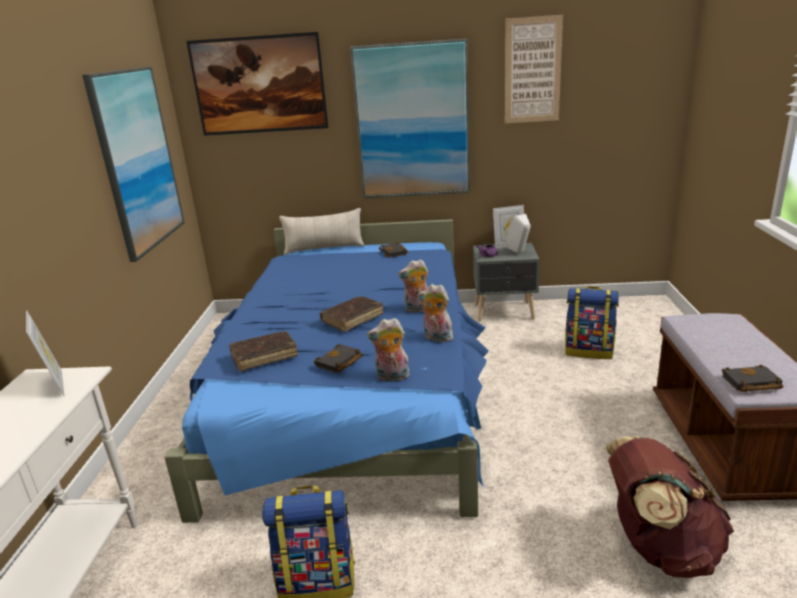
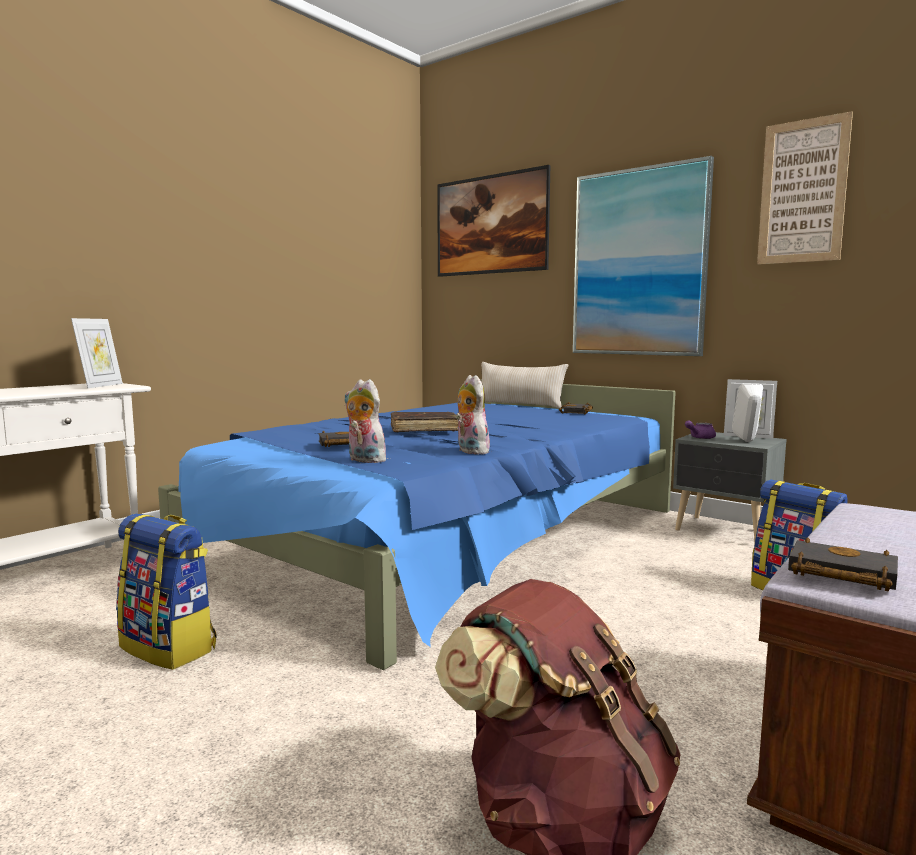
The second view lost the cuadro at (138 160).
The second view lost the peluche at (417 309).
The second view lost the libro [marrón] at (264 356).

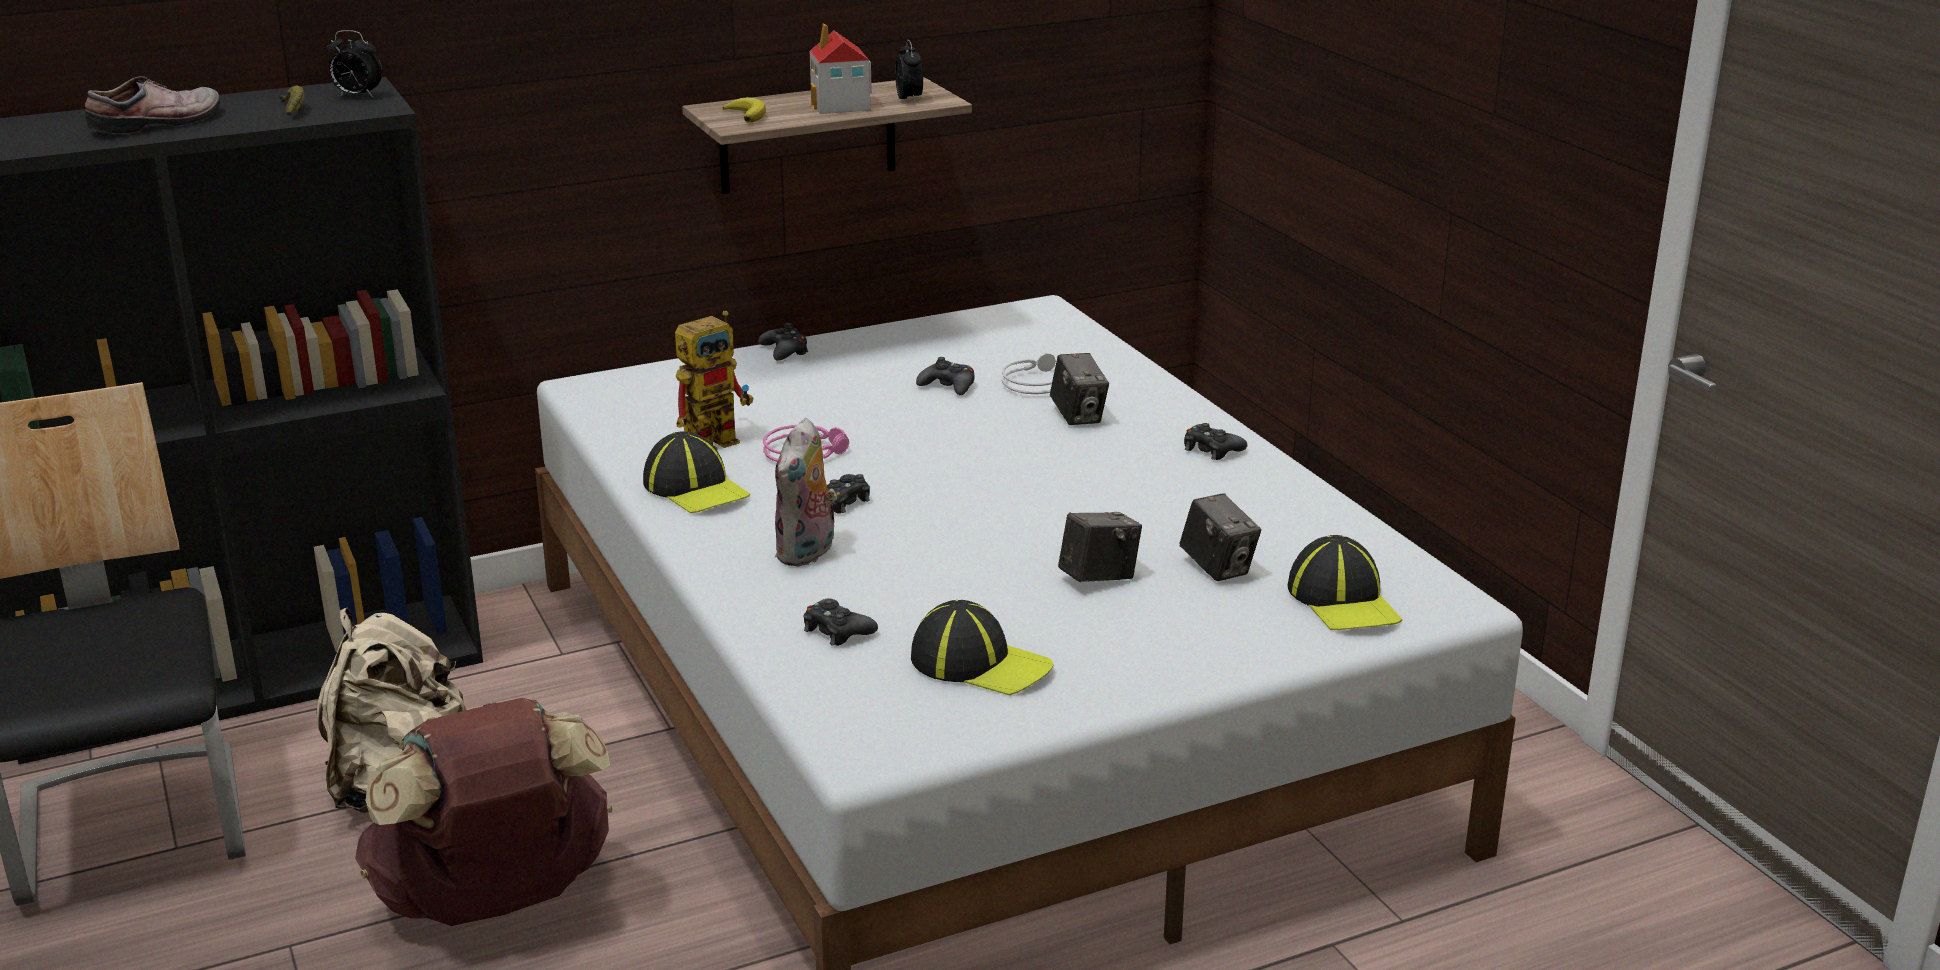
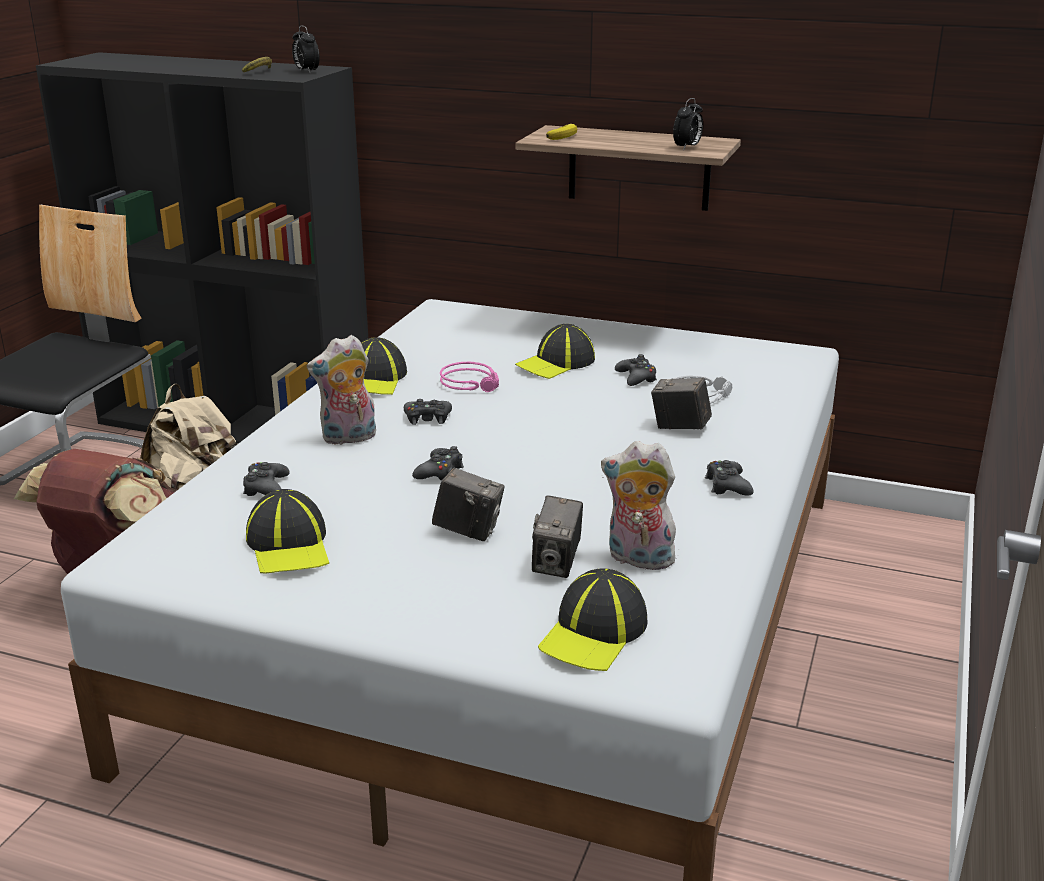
The second view lost the casita at (840 105).
The second view lost the zapato at (160 123).
The second view lost the robot de juguete at (718 438).
The mando de consola [negro] ended up elsewhere, having gone from (784 351) to (440 472).
The cámara at (1078 416) ended up facing another way, 90 degrees clockwise from before.
The second view gained the gorra at (556 363).
The second view gained the peluche at (637 559).

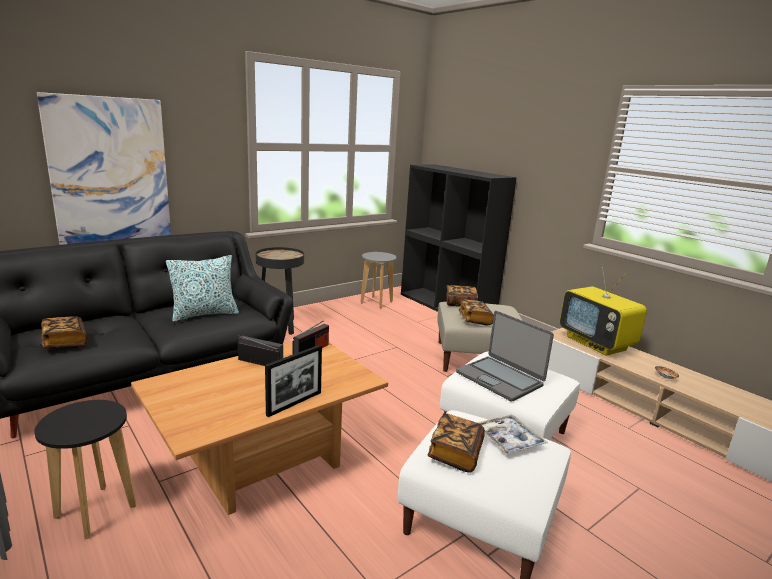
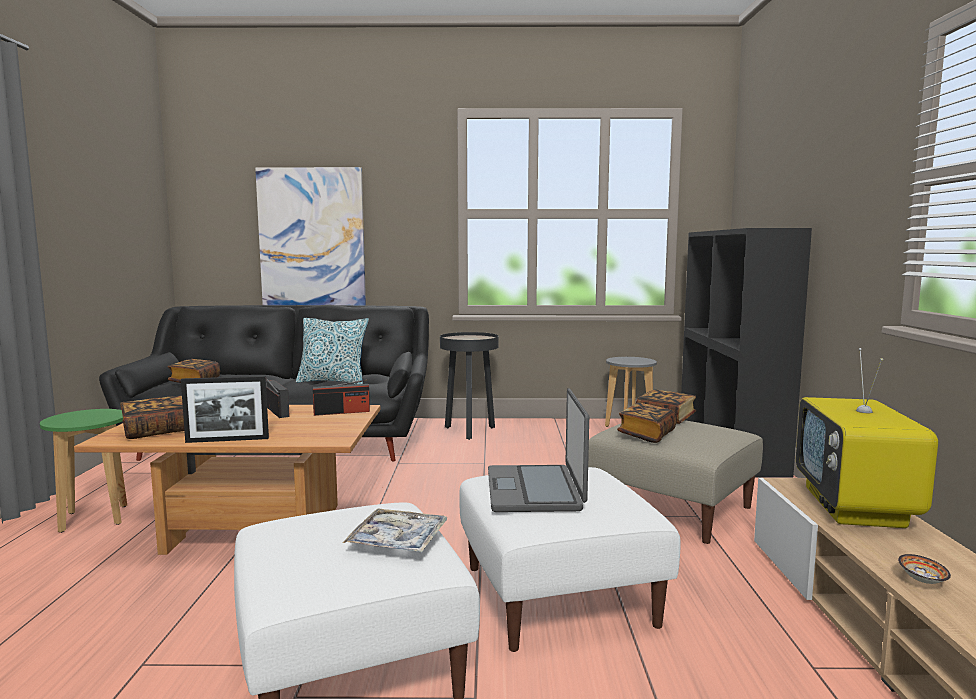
What was the taburete [negro] at (96 511) turned into the taburete [verde] at (94 518).
The libro ended up elsewhere, having gone from (455 453) to (156 431).

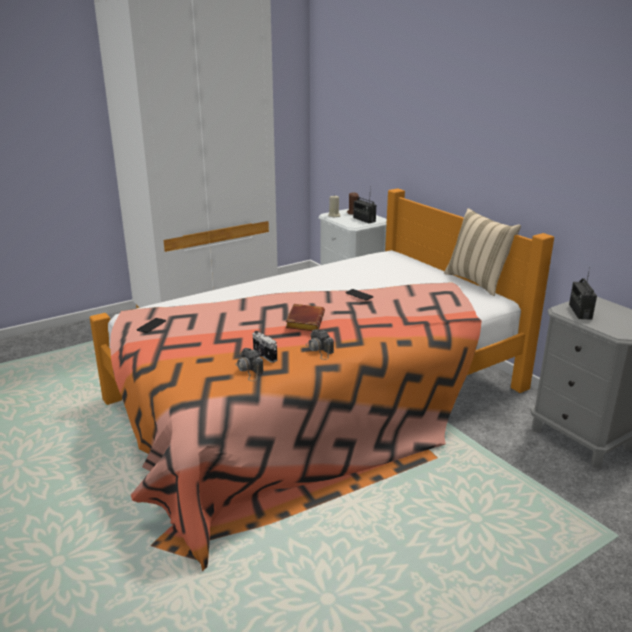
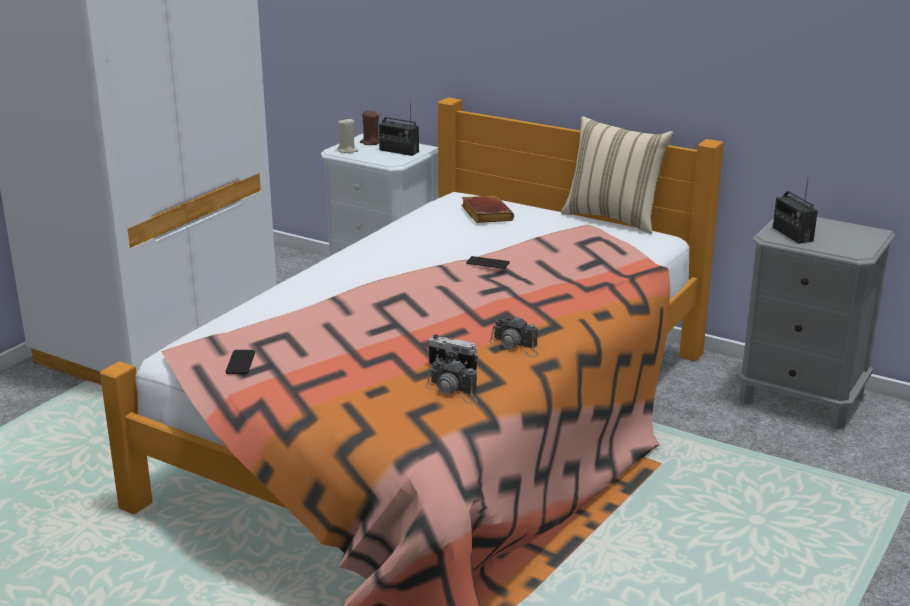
The libro [marrón] ended up elsewhere, having gone from (304 321) to (484 214).

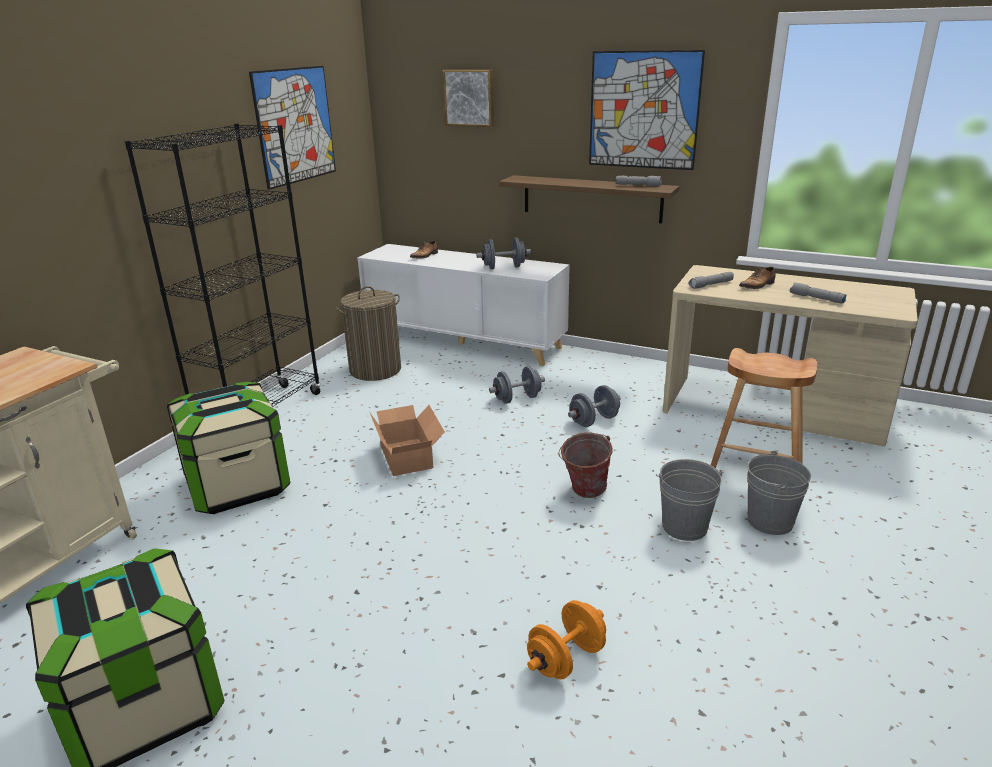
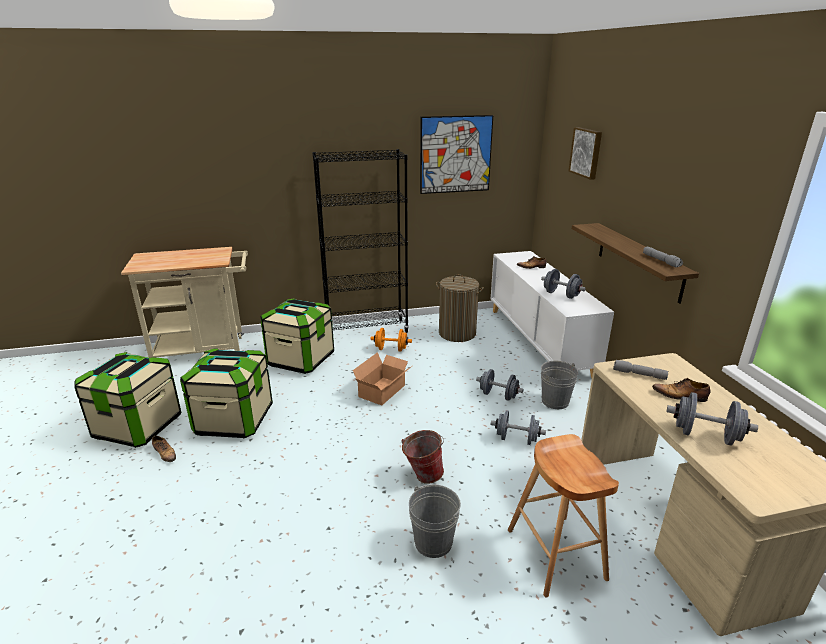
The second view lost the cuadro at (643 110).
Where the linterna [gris] stood at (816 298), the mancuerna [gris] came to stand at (705 435).
The cubo [gris] ended up elsewhere, having gone from (770 521) to (555 401).
The mancuerna [naranja] ended up elsewhere, having gone from (566 659) to (391 349).
The second view gained the caja de almacenaje at (234 420).
The second view gained the zapato at (165 453).

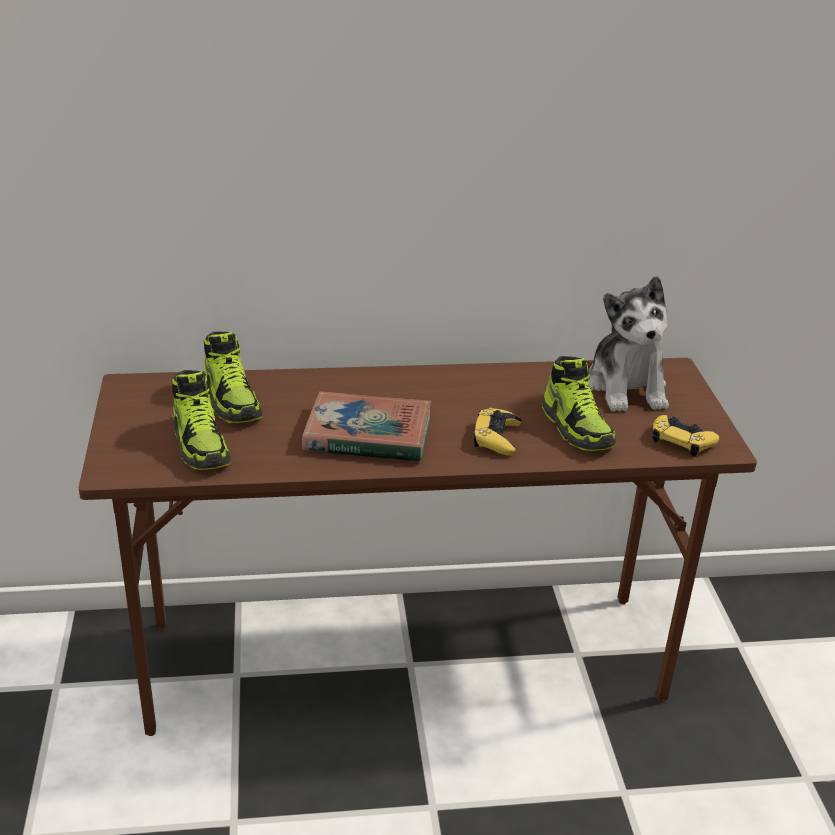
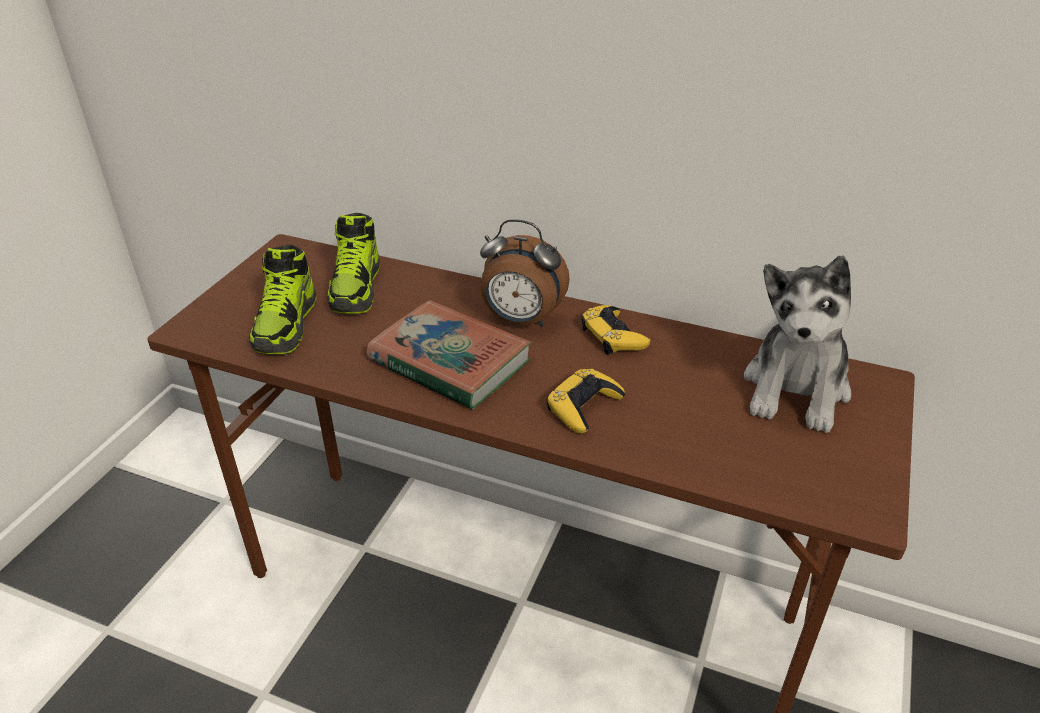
The second view lost the zapato at (576 427).
The mando de consola [amarillo] ended up elsewhere, having gone from (681 440) to (613 336).
The second view gained the despertador at (521 320).

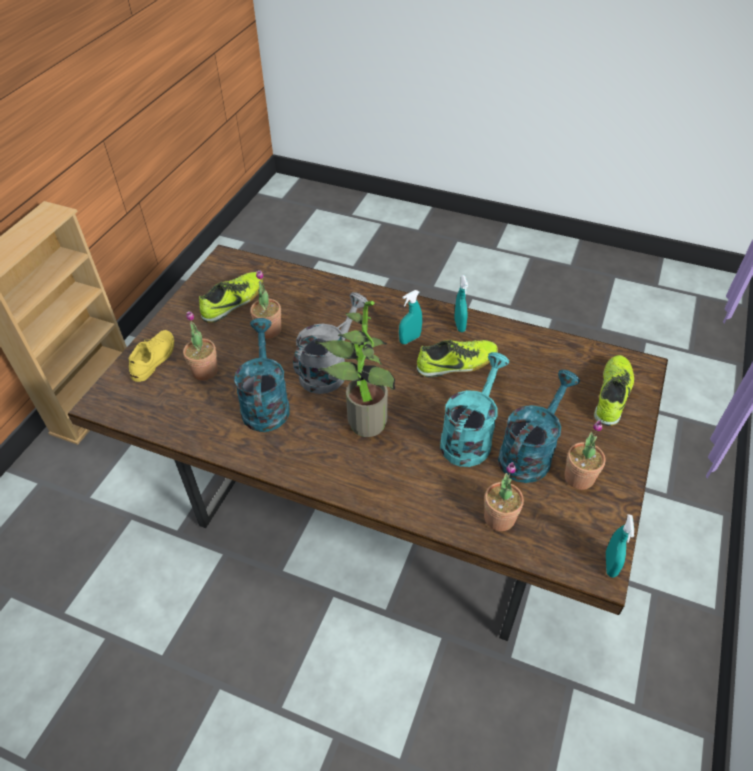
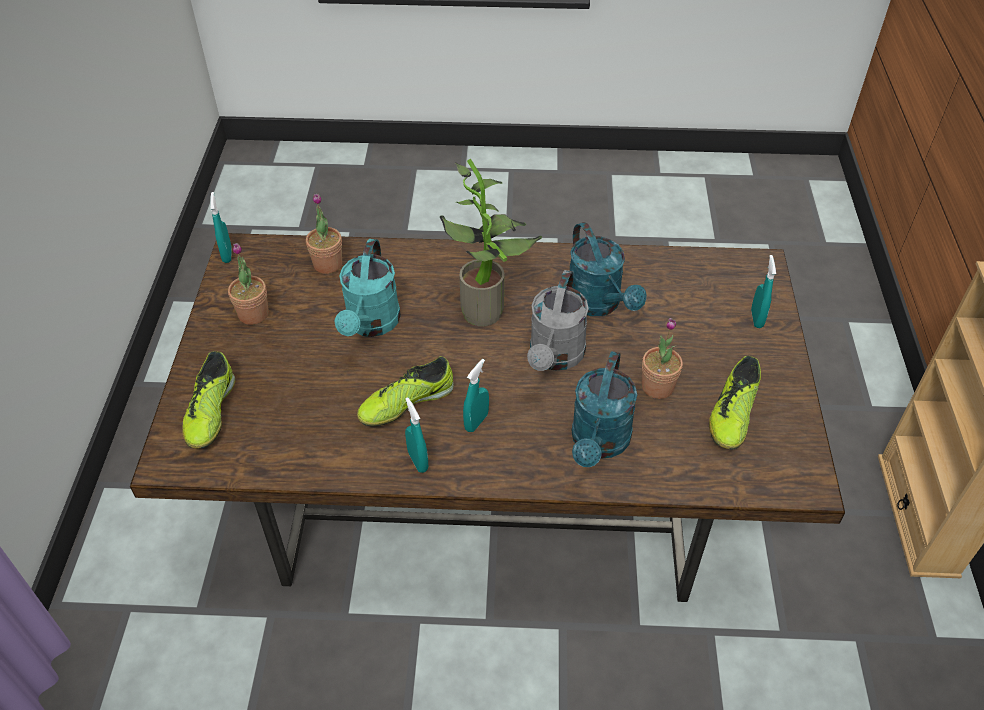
The second view lost the planta en maceta at (205 371).
Where the zapato [amarillo] stood at (154 358), the pulverizador [turquesa] came to stand at (756 319).
The regadera [turquesa] ended up elsewhere, having gone from (529 452) to (598 443).

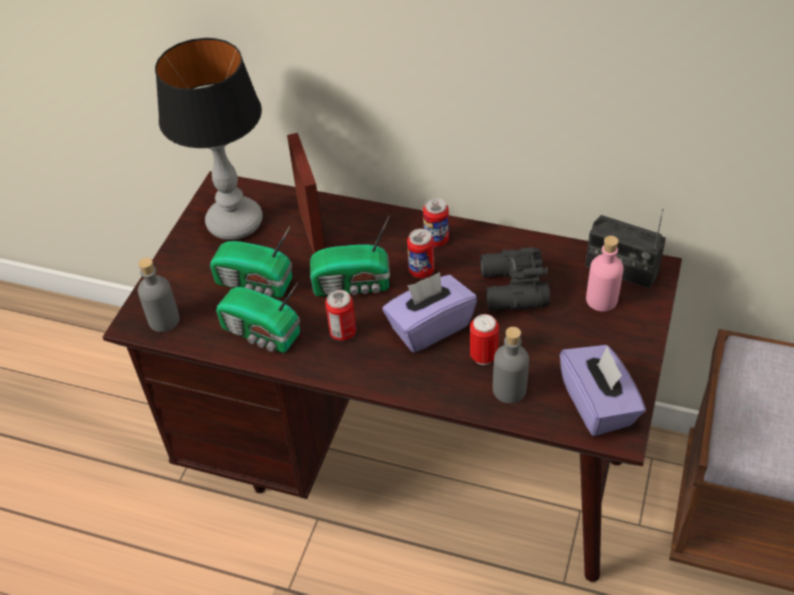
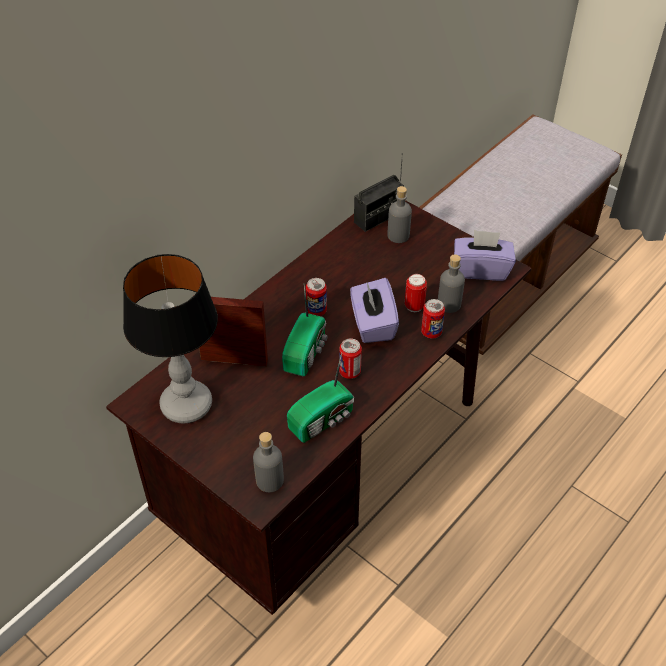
The lata ended up elsewhere, having gone from (436 240) to (431 332).
The second view lost the radio at (255 284).
What was the botella [rosa] at (601 300) turned into the botella [gris] at (398 235).
The second view lost the prismáticos [negro] at (512 289).

